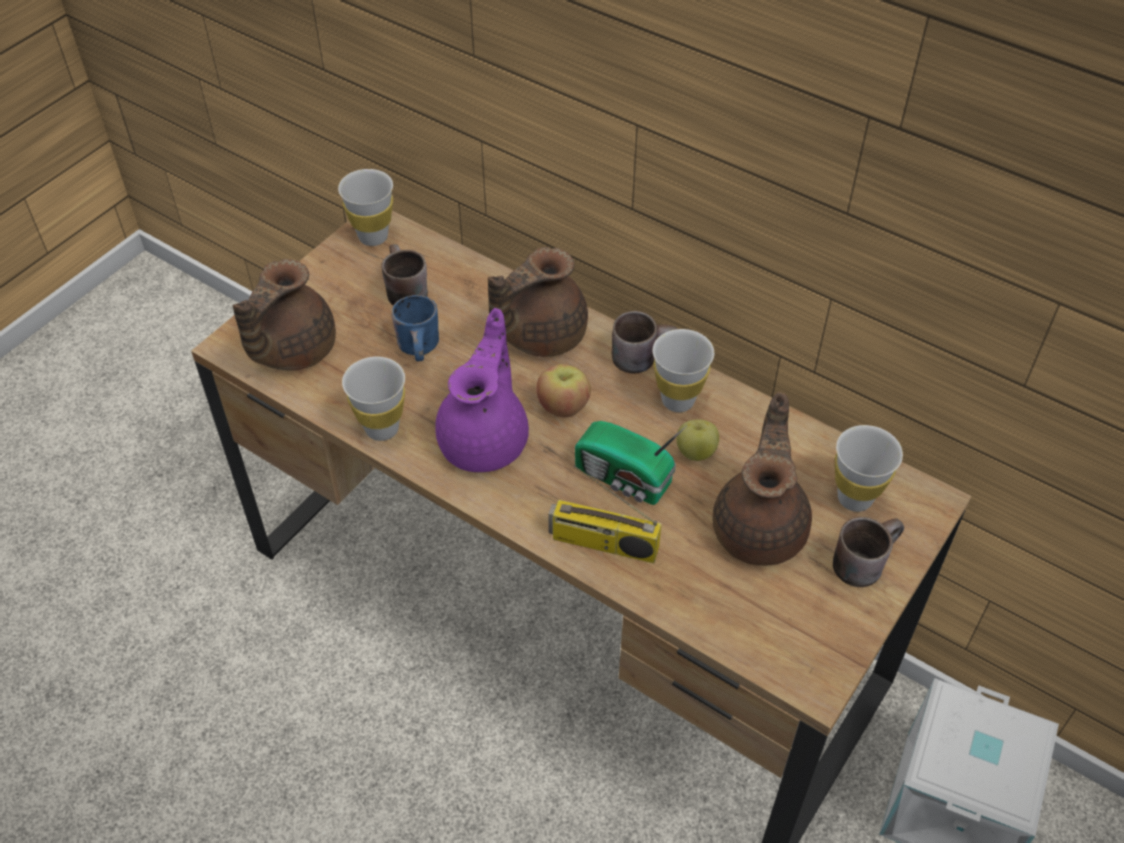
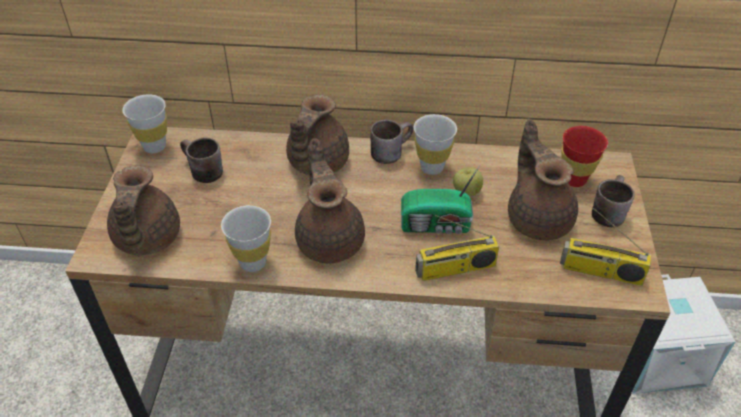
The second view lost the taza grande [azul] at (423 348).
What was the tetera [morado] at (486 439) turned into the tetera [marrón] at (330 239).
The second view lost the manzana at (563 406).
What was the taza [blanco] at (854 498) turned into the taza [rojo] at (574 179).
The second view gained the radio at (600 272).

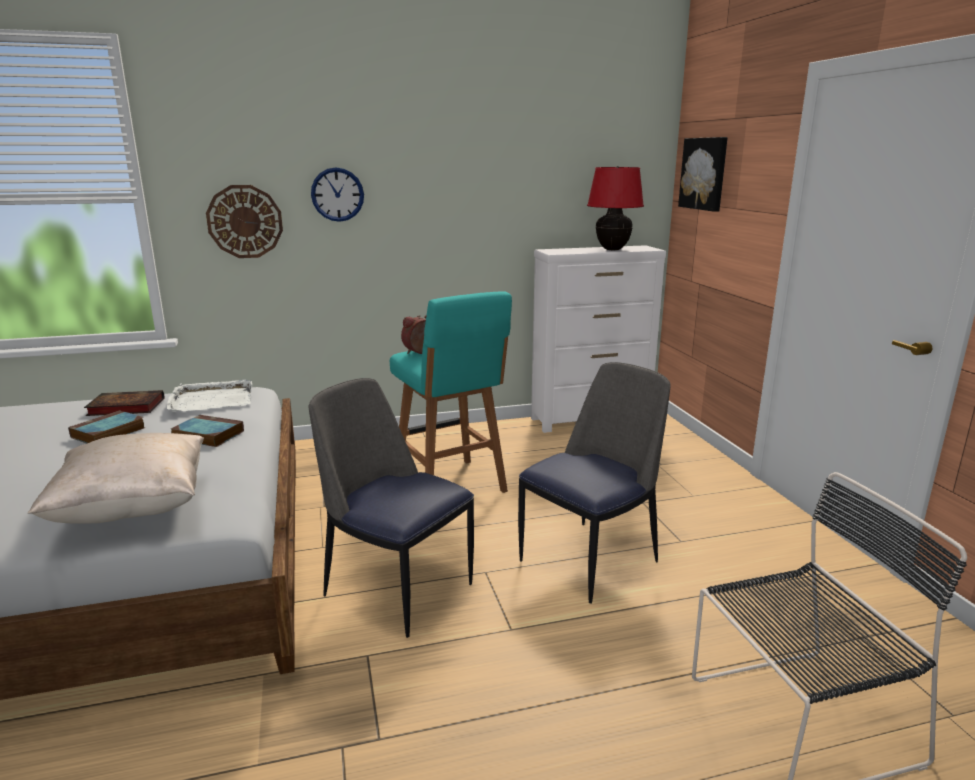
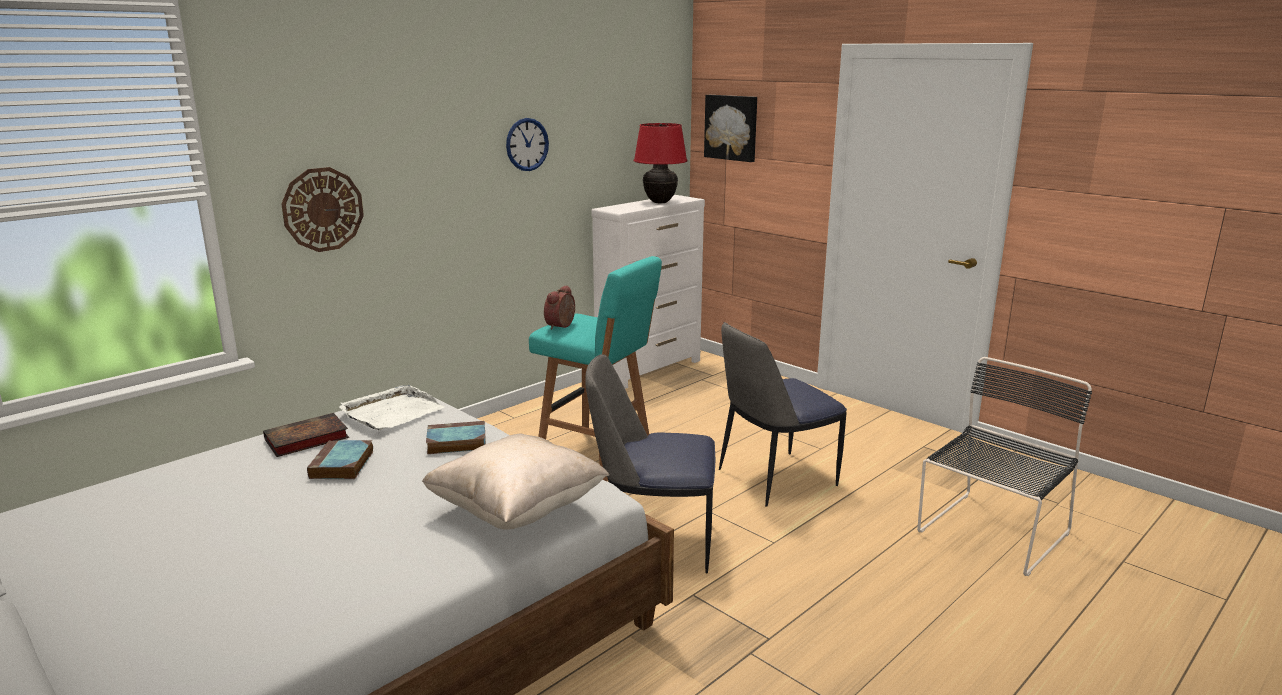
The reloj de pared ended up elsewhere, having gone from (337 194) to (527 144).
The silla at (591 559) ended up facing another way, 135 degrees counterclockwise from before.

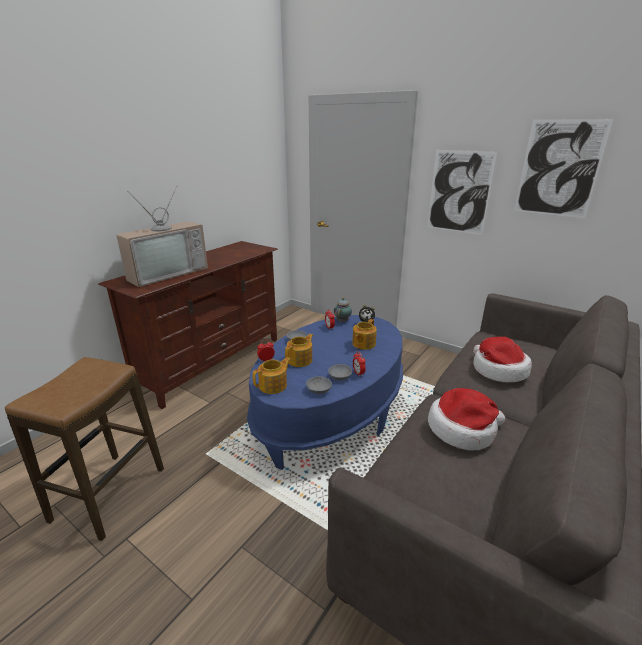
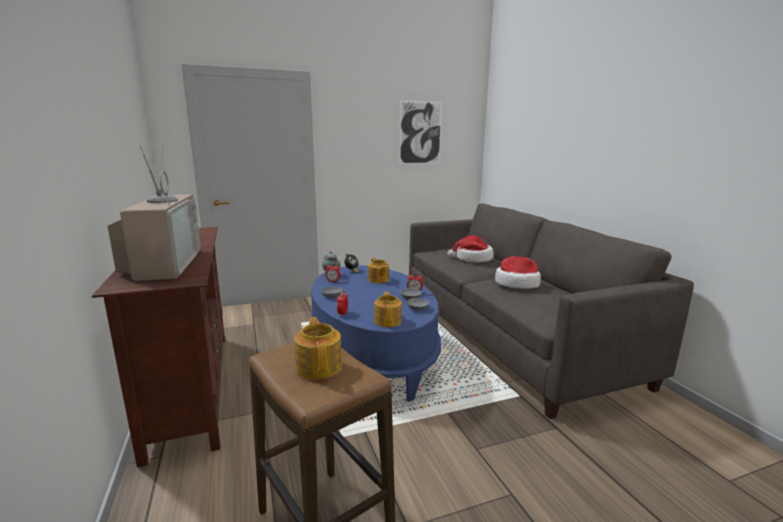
The second view lost the cuadro at (459 192).
The tetera ended up elsewhere, having gone from (300 360) to (319 366).

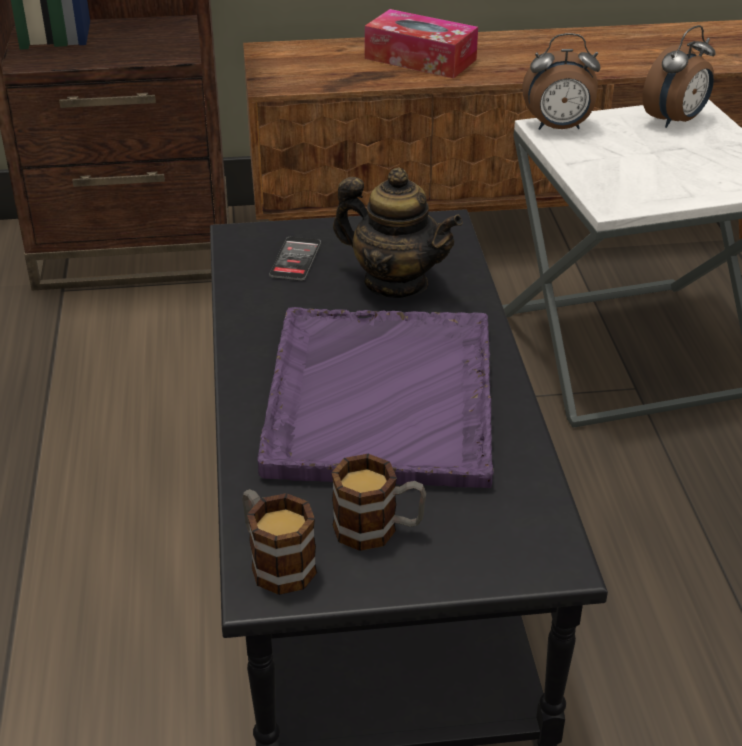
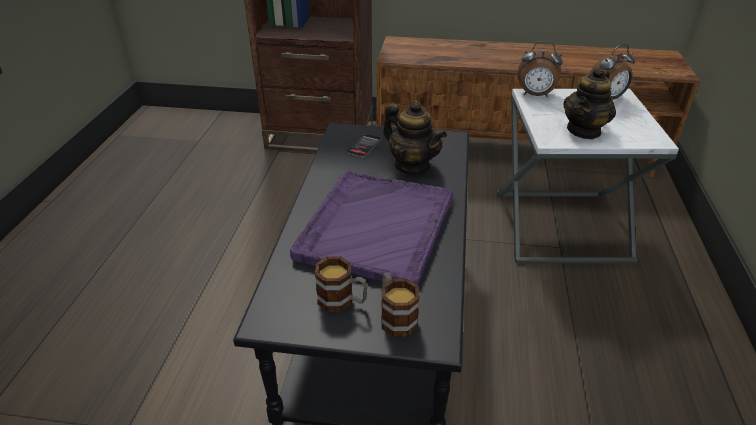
The second view lost the caja de pañuelos at (420 59).
The taza grande ended up elsewhere, having gone from (275 561) to (395 316).
The second view gained the tetera at (584 131).

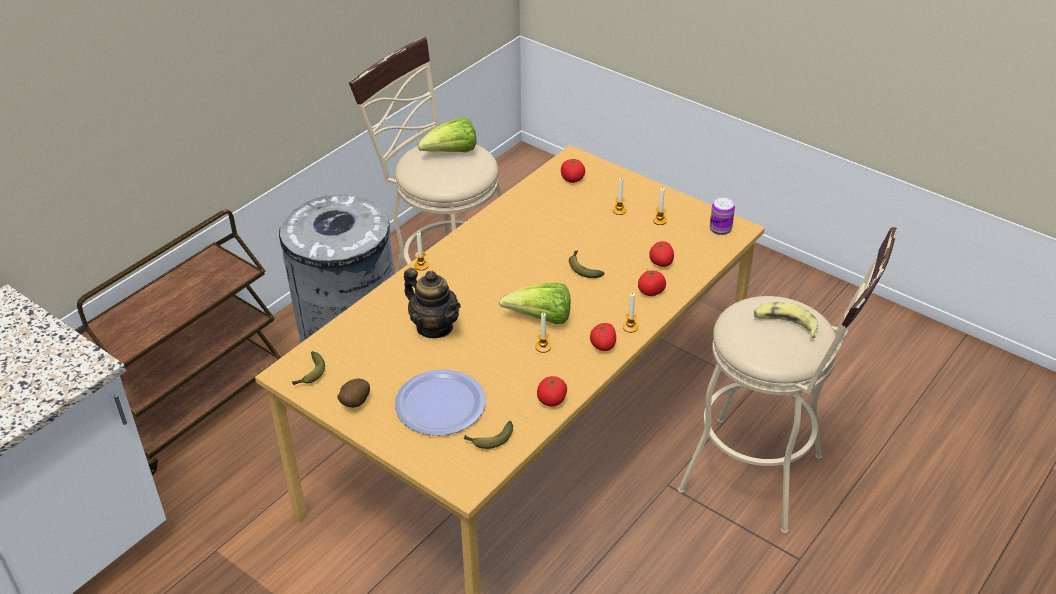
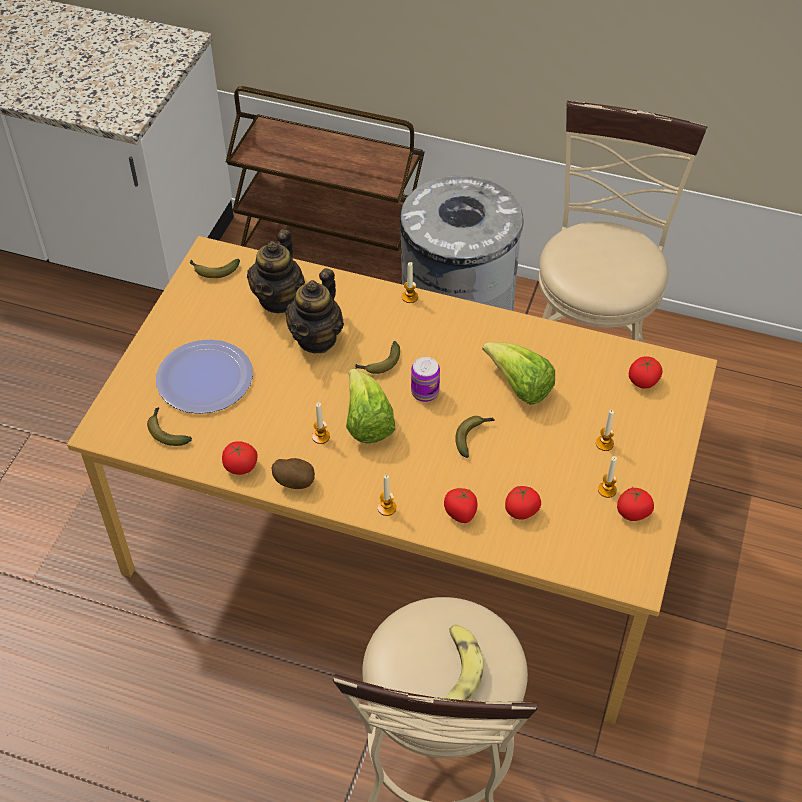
The lechuga ended up elsewhere, having gone from (451 153) to (519 386).
The lata ended up elsewhere, having gone from (720 229) to (425 392).
The tomate ended up elsewhere, having gone from (603 345) to (633 512).
The patata ended up elsewhere, having gone from (354 403) to (295 481).
The second view gained the tetera at (279 299).
The second view gained the plátano at (379 364).

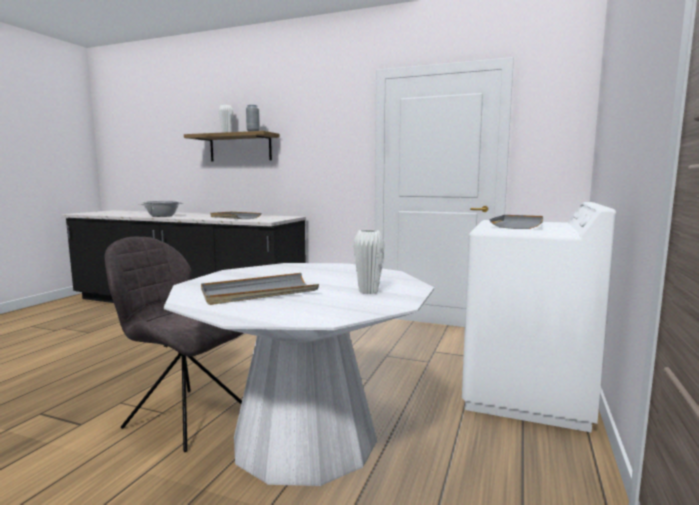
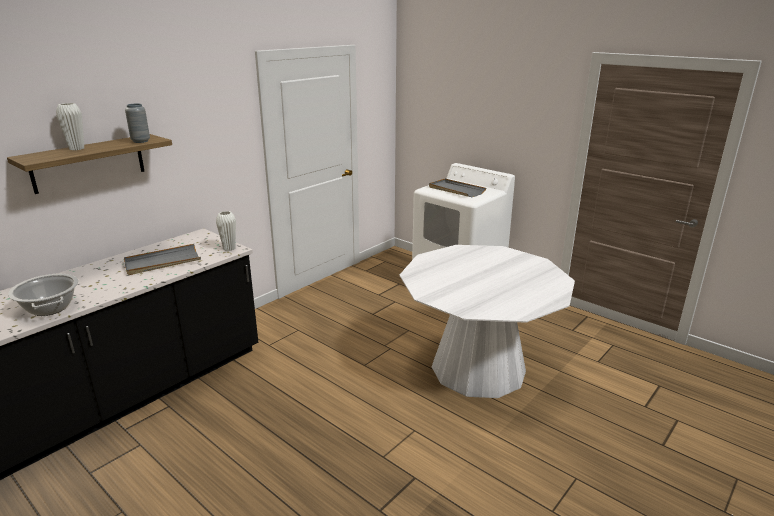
The florero [blanco] ended up elsewhere, having gone from (368 291) to (229 248).
The second view lost the silla [gris] at (184 417).
The second view lost the bandeja [gris] at (258 293).

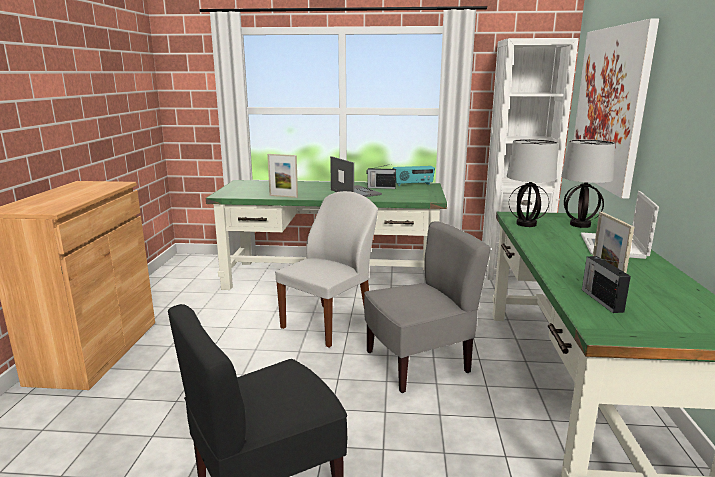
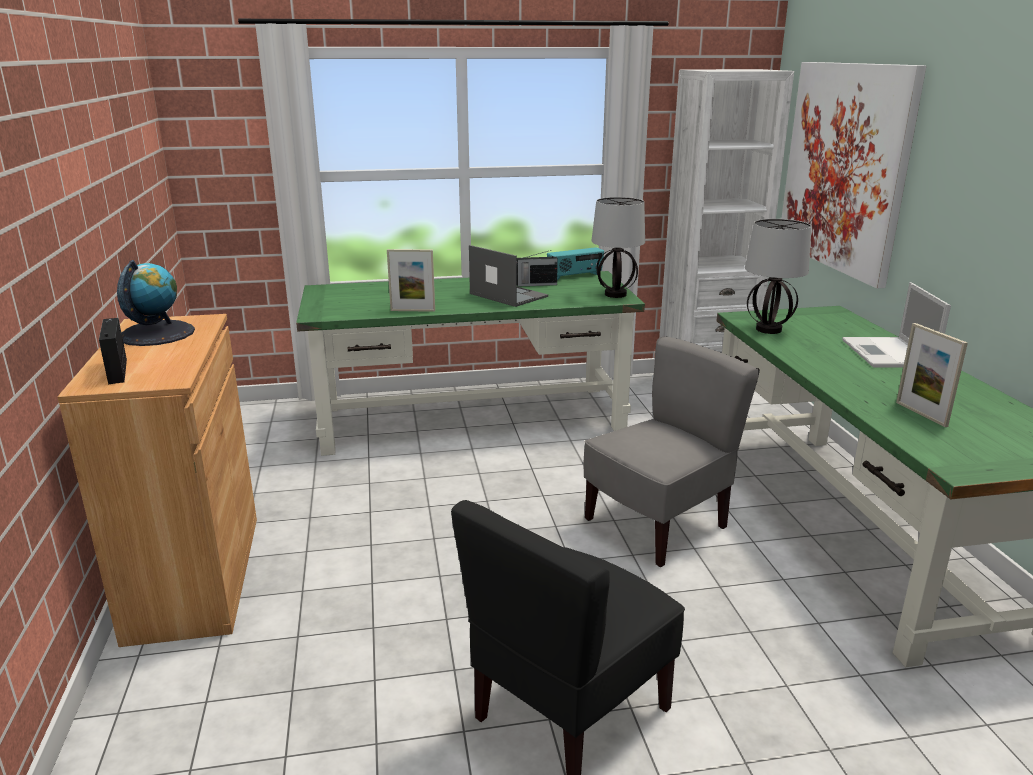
The lámpara de mesa ended up elsewhere, having gone from (579 224) to (615 294).
The second view lost the silla [blanco] at (328 324).
The radio ended up elsewhere, having gone from (601 300) to (118 370).
The second view gained the globo terráqueo at (157 333).

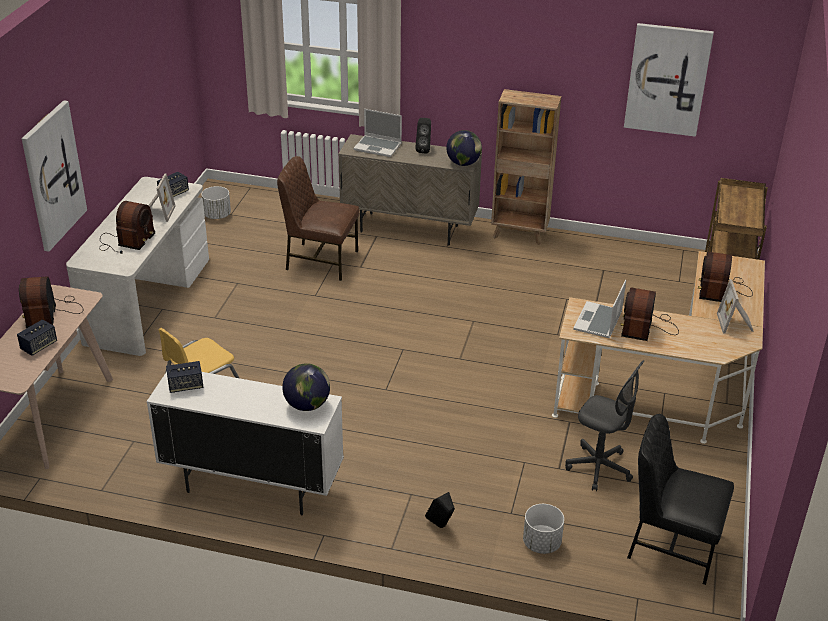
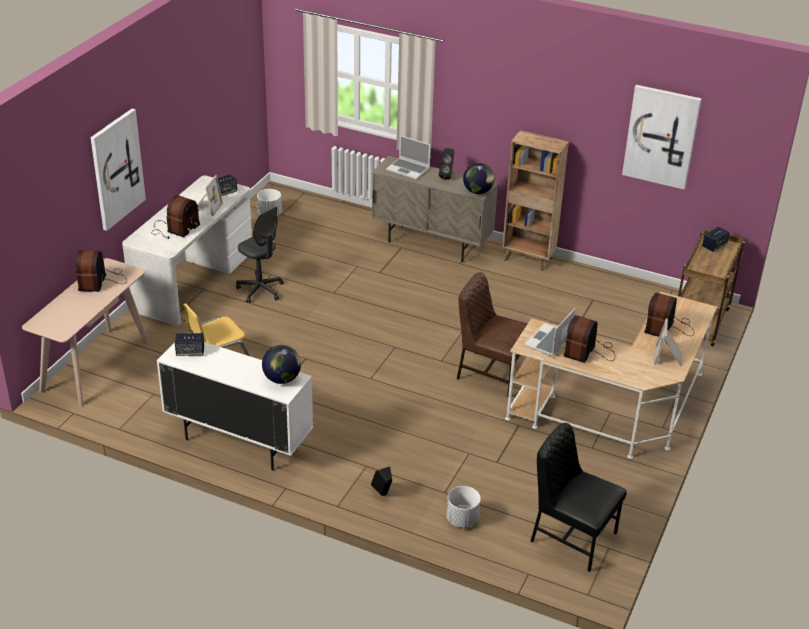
The silla [marrón] ended up elsewhere, having gone from (320 260) to (491 373).
The altavoz ended up elsewhere, having gone from (39 346) to (714 246).
The silla de oficina [gris] ended up elsewhere, having gone from (599 468) to (260 290).

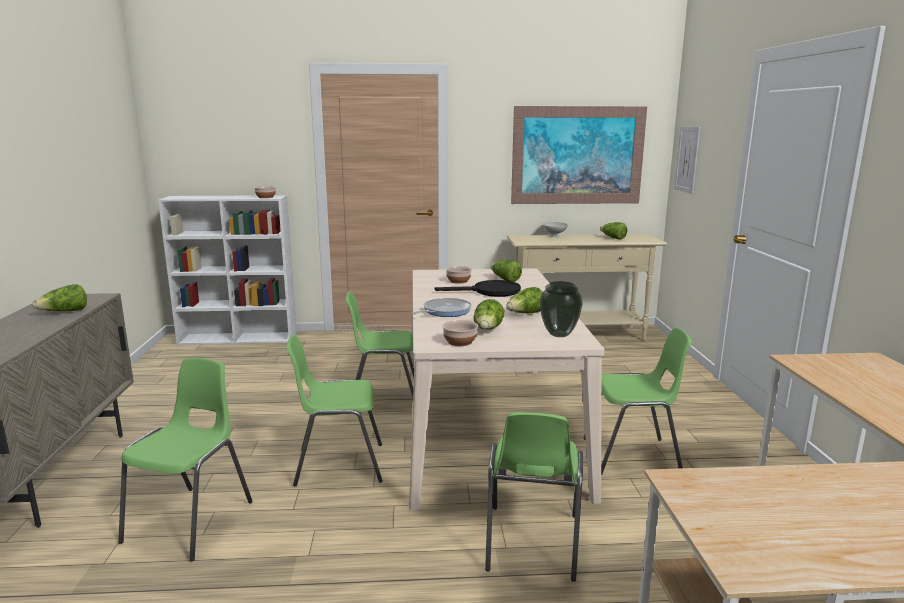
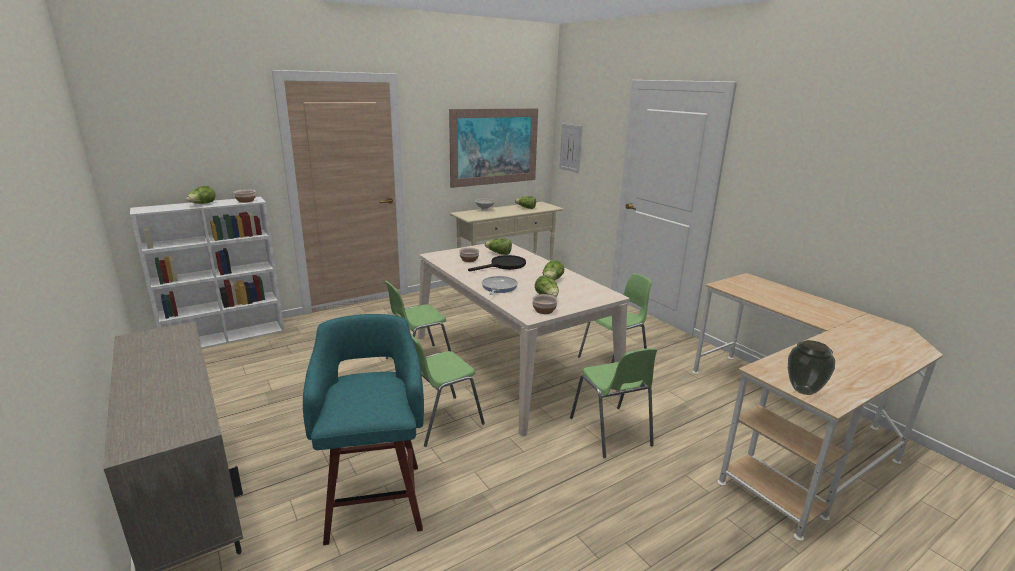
The florero ended up elsewhere, having gone from (560 334) to (803 390).
The lechuga ended up elsewhere, having gone from (65 312) to (202 204).
Where the silla [verde] stood at (191 521), the taburete [turquesa] came to stand at (375 498).

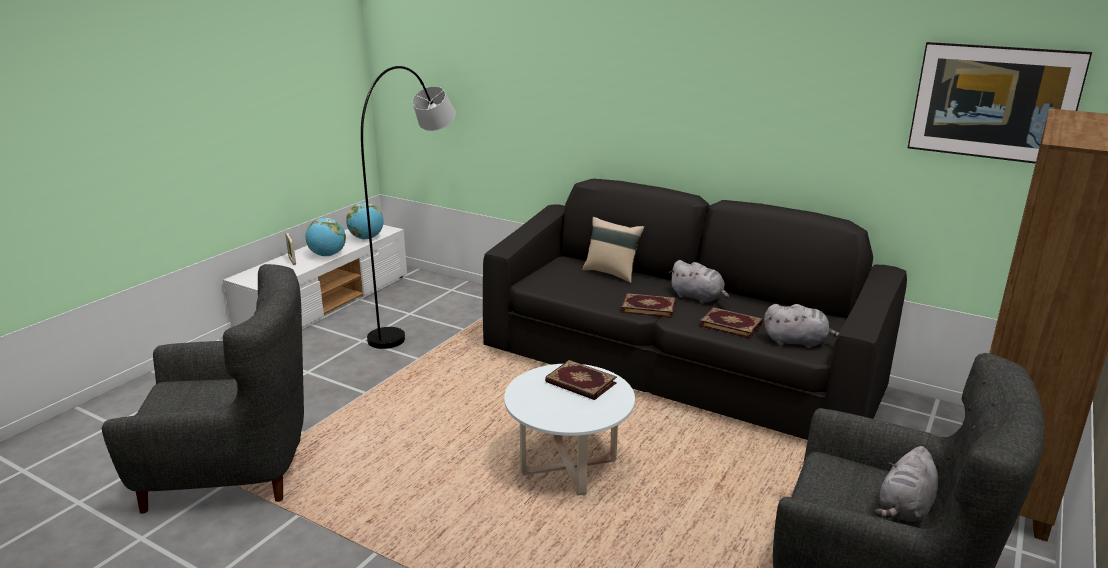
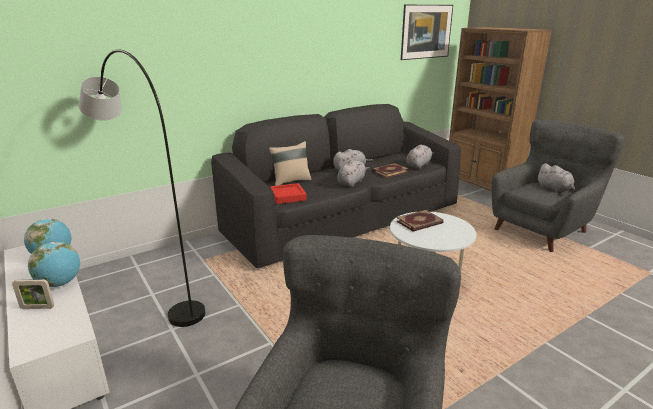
Where the libro stood at (648 307), the peluche [gris] came to stand at (351 182).
The second view gained the bandeja [rojo] at (288 196).

